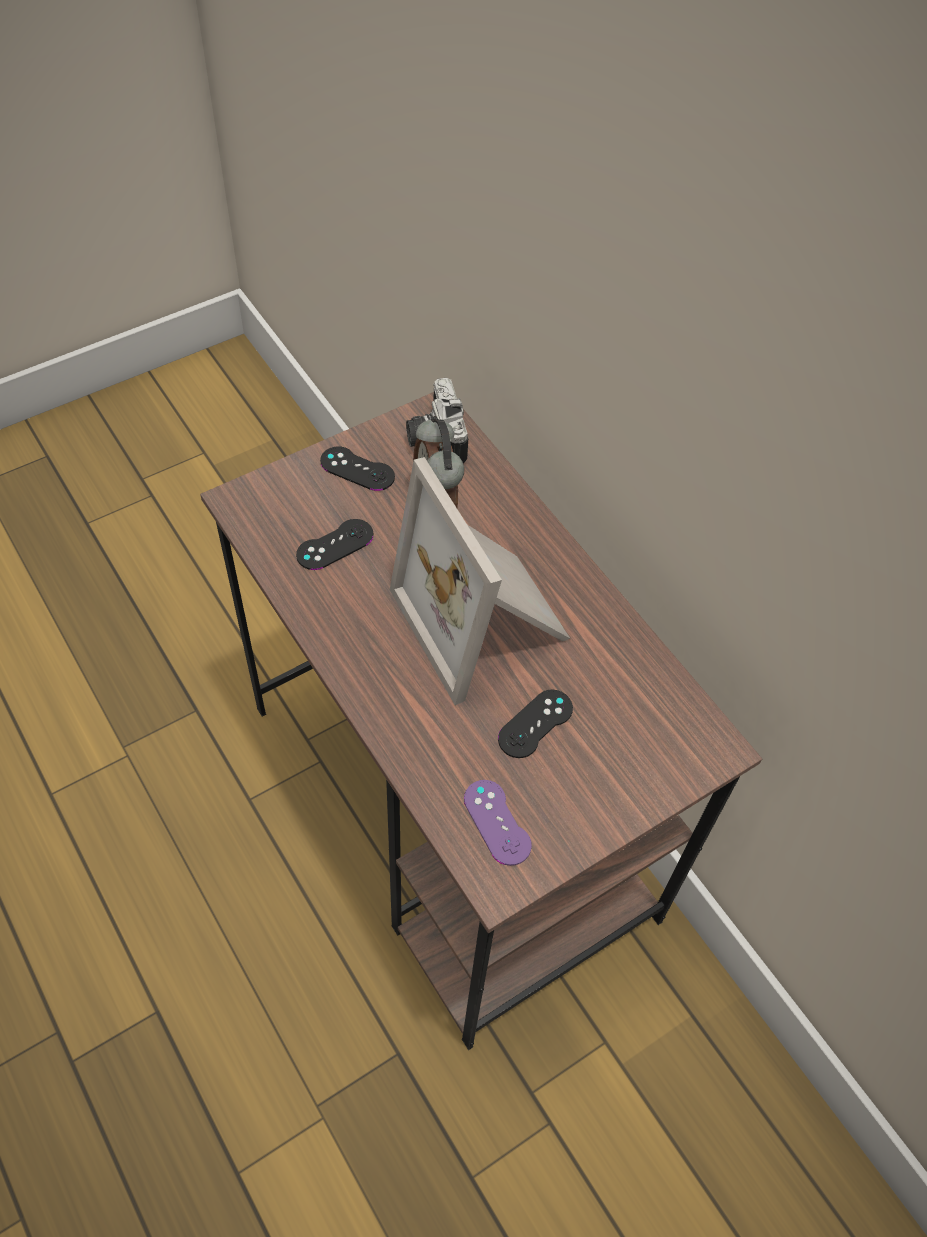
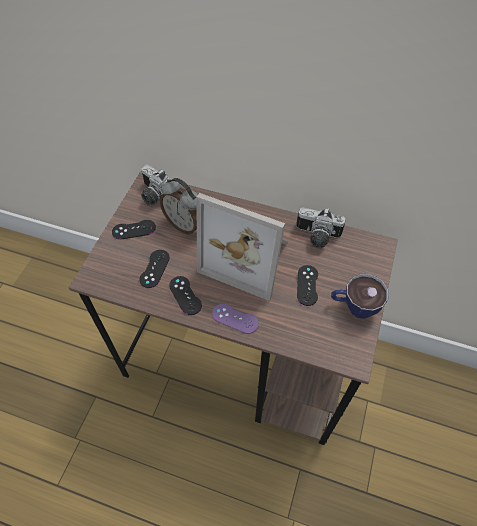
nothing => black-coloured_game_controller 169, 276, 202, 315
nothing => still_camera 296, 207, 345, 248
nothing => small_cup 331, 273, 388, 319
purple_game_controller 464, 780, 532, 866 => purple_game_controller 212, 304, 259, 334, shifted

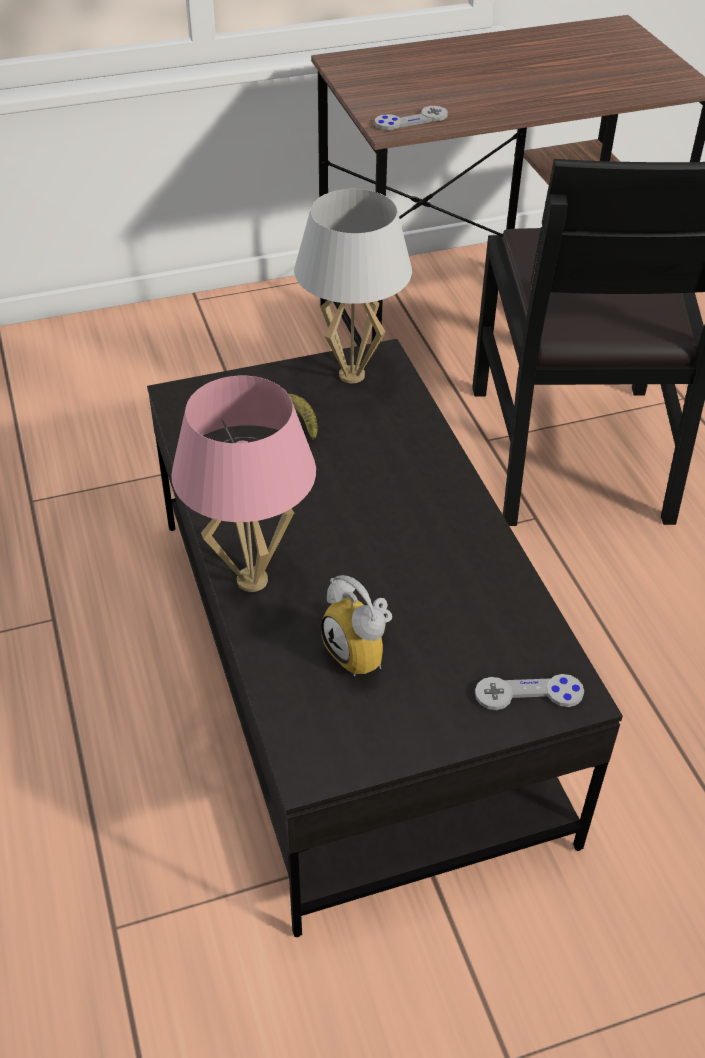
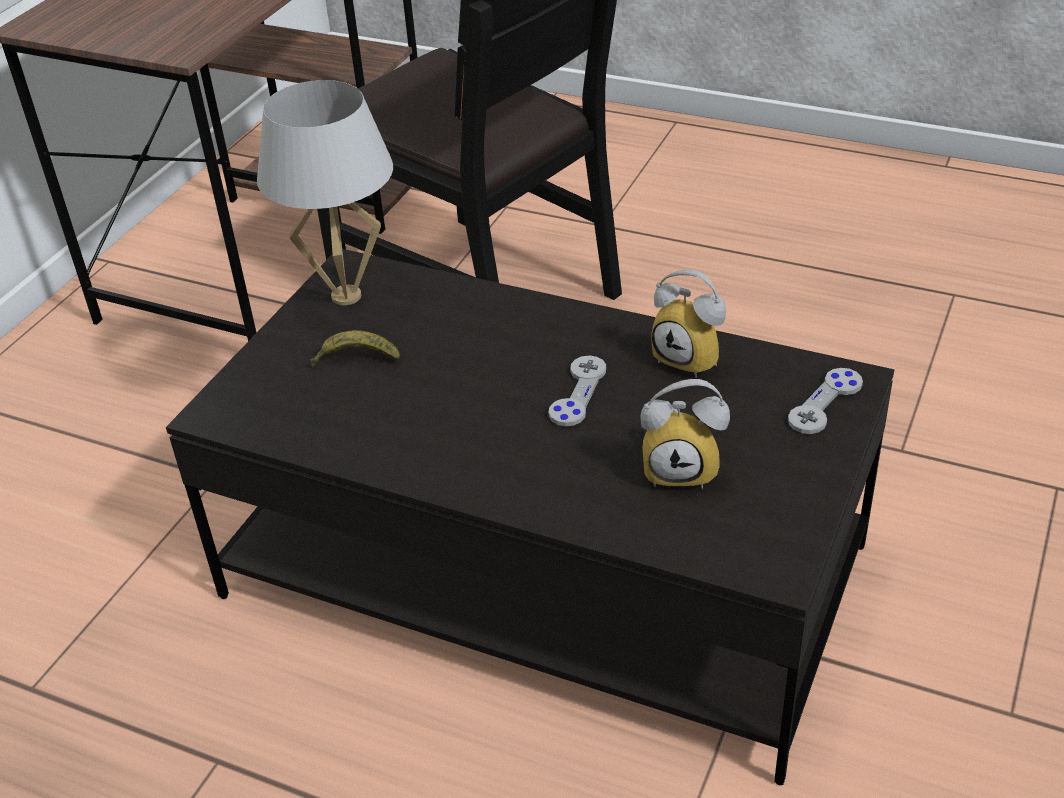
pink-coloured_tabletop_lamp 171, 376, 316, 592 => nothing
nothing => bedside_clock 651, 269, 726, 378
grey_game_controller 375, 106, 448, 130 => grey_game_controller 548, 355, 606, 427, shifted

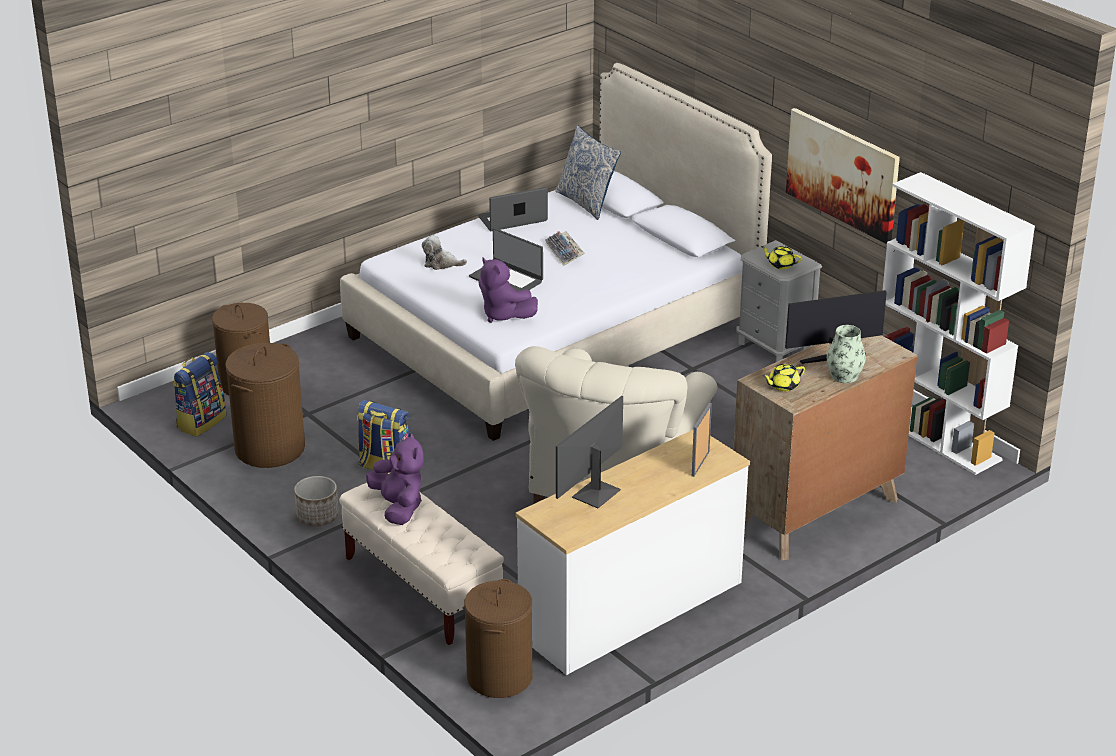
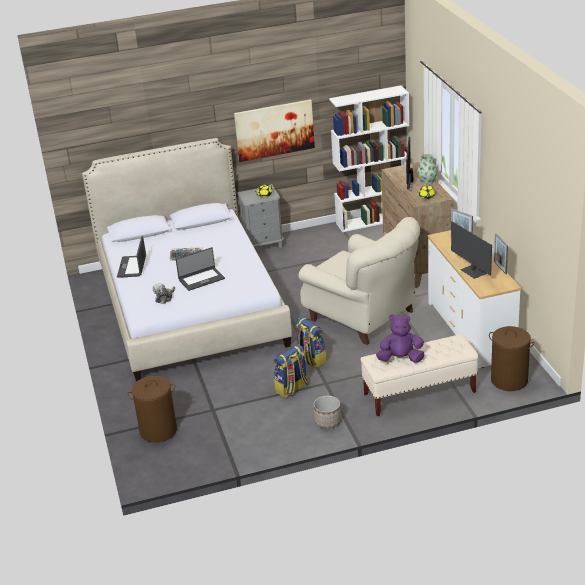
brown-coloured_laundry_basket 225, 343, 305, 468 => nothing
purple_cuddly_toy 478, 258, 538, 323 => nothing
throw_pillow 555, 125, 621, 220 => nothing
nothing => picture_frame 494, 233, 508, 274
rucksack 173, 352, 226, 437 => rucksack 295, 316, 327, 368, shifted

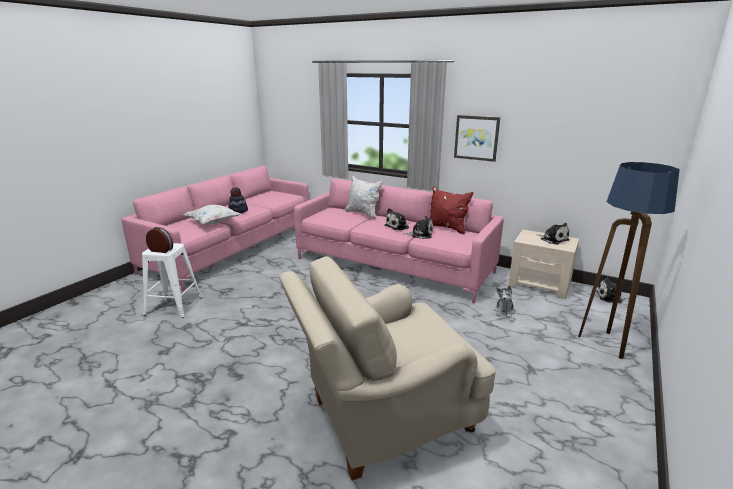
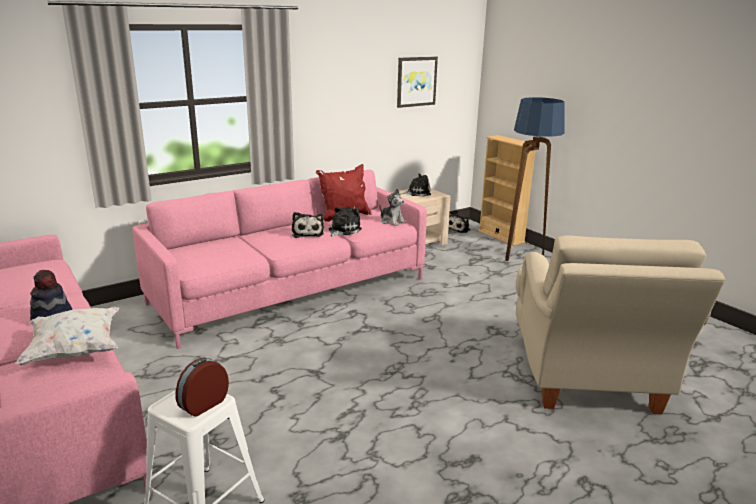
white-coloured_throw_pillow 345, 176, 383, 219 => nothing
nothing => sand-coloured_bookcase 478, 135, 535, 246
wall_picture 454, 115, 500, 162 => wall_picture 397, 57, 438, 108, shifted
cuddly_toy 494, 286, 515, 318 => cuddly_toy 379, 189, 406, 226, shifted

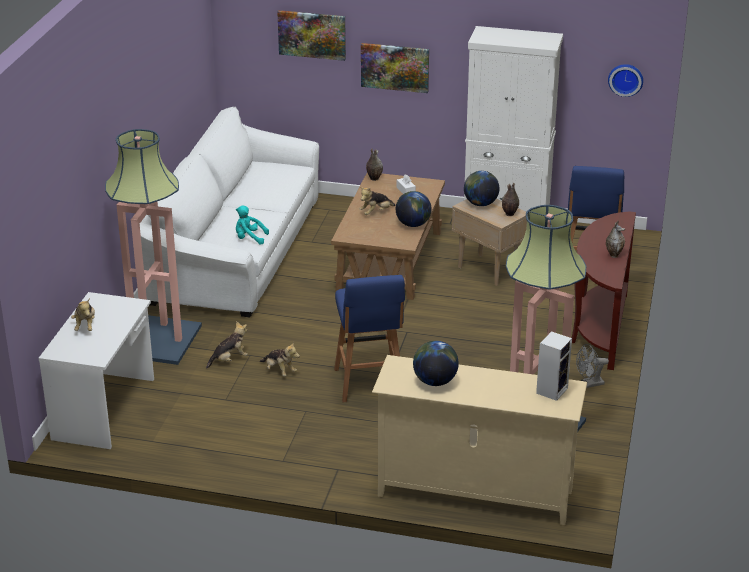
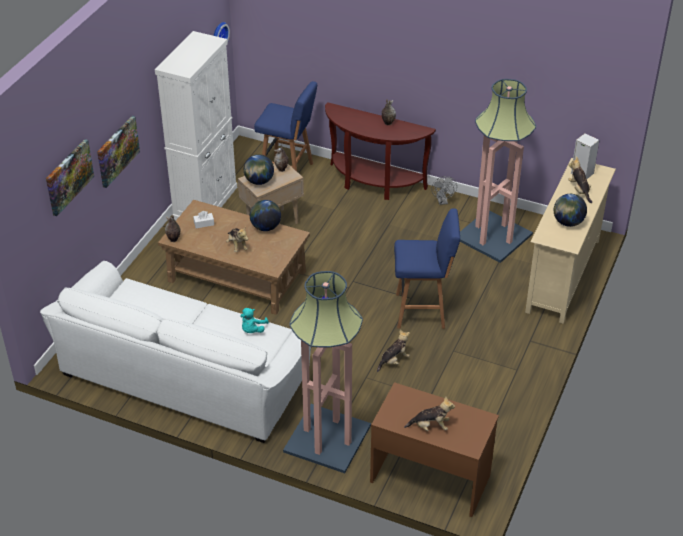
cuddly_toy 206, 321, 248, 369 => cuddly_toy 568, 157, 592, 203, shifted
white-coloured_desk 39, 292, 154, 449 => brown-coloured_desk 370, 382, 499, 517

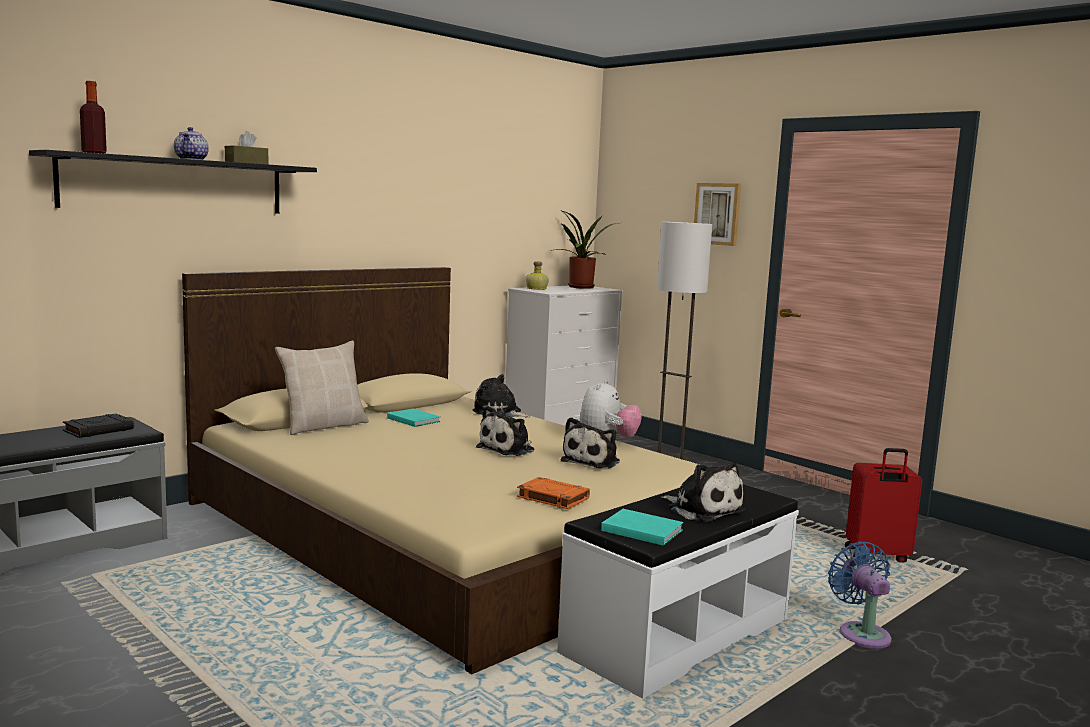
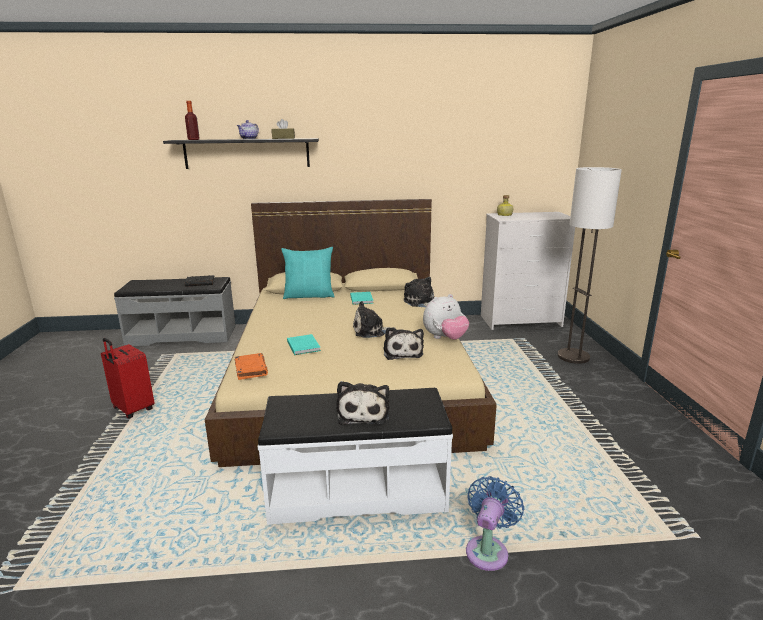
potted_plant 551, 210, 618, 289 => nothing
wall_picture 694, 183, 741, 246 => nothing
orange-coloured_bound_book 517, 477, 590, 509 => orange-coloured_bound_book 235, 353, 268, 380, shifted
blue-green_bound_book 601, 509, 683, 546 => blue-green_bound_book 287, 334, 321, 355, shifted
reddish_travel_case 845, 448, 922, 562 => reddish_travel_case 101, 338, 155, 419, shifted
sand-coloured_throw_pillow 275, 341, 369, 435 => blue-green_throw_pillow 281, 247, 335, 299
cuddly_toy 560, 417, 620, 468 => cuddly_toy 384, 327, 424, 360, 75 degrees counterclockwise

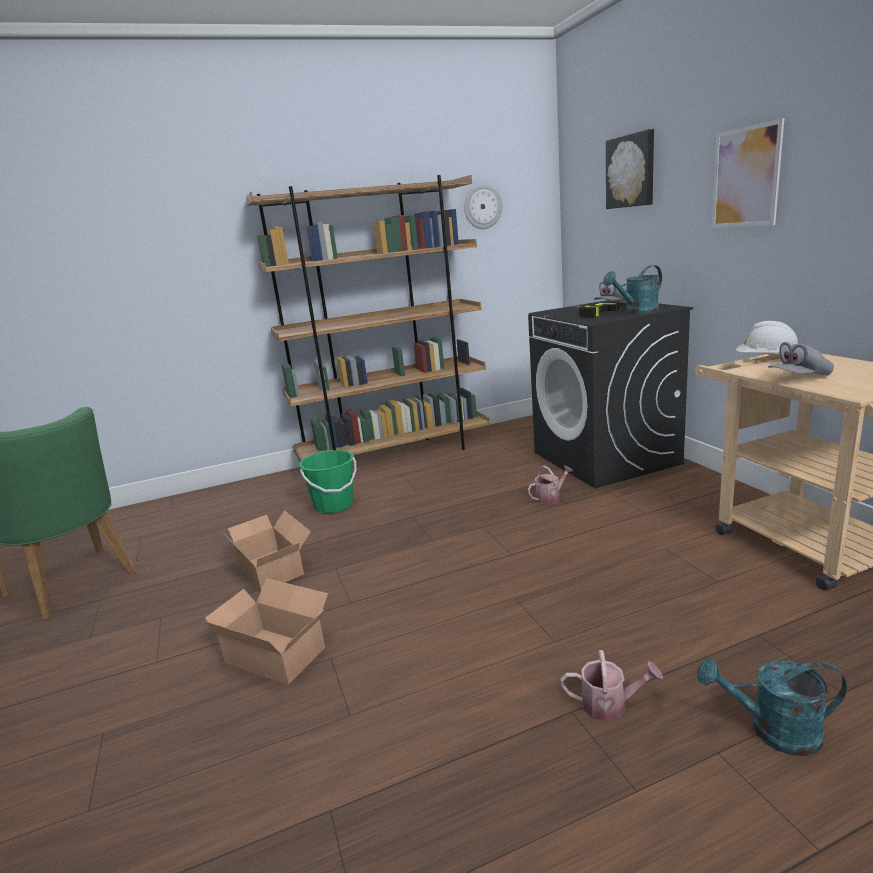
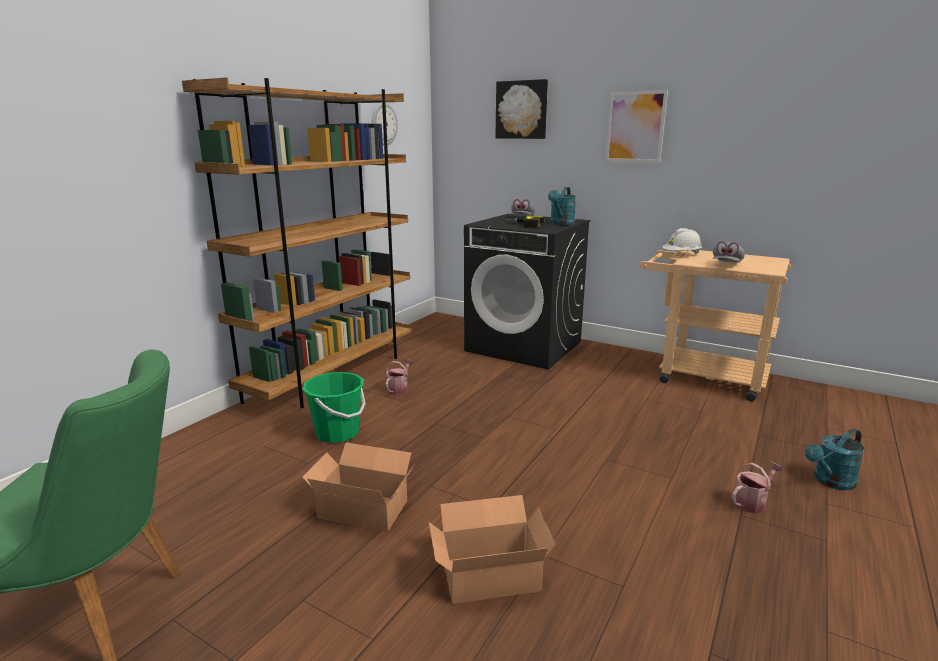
sprinkling_can 527, 466, 573, 504 => sprinkling_can 386, 359, 413, 395, shifted

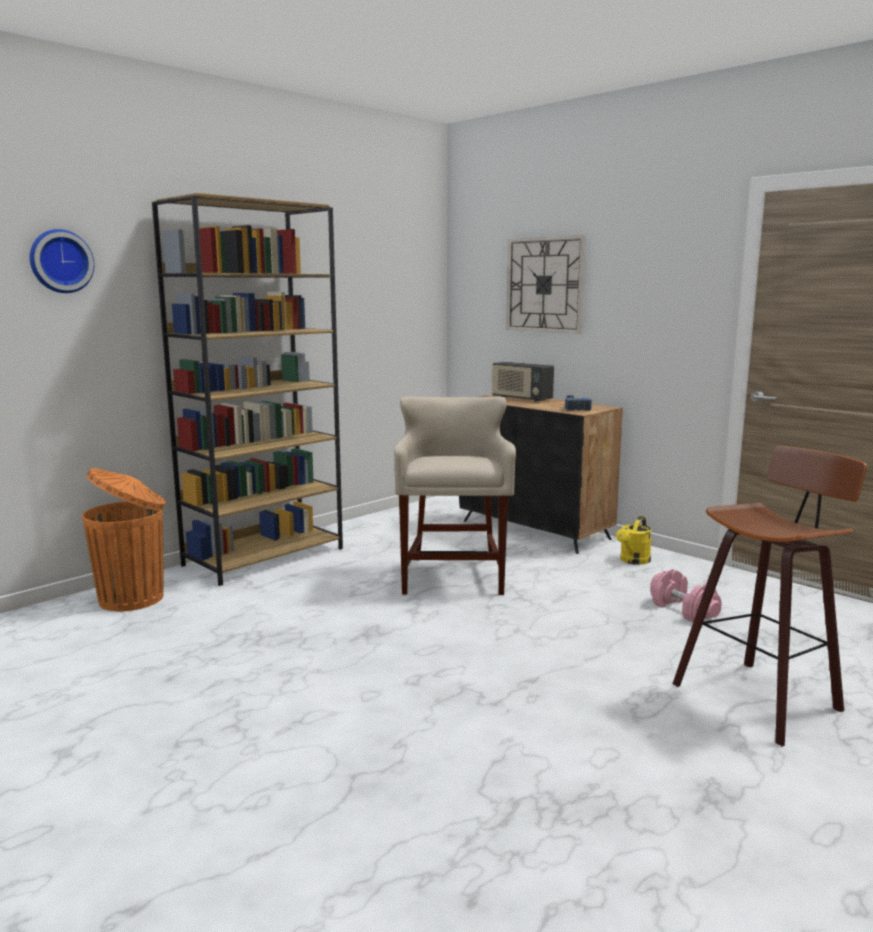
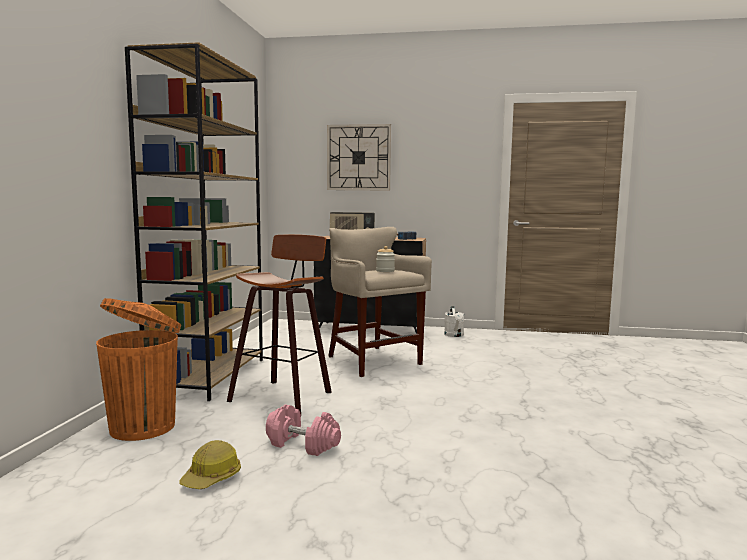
hanging_clock 30, 229, 94, 293 => nothing
nothing => work_helmet 179, 440, 241, 489
nothing => jar 376, 246, 395, 272
pink-coloured_hand_weight 650, 569, 722, 622 => pink-coloured_hand_weight 266, 404, 341, 456, shifted
stool 673, 446, 867, 747 => stool 227, 234, 332, 414, shifted
yellow-coloured_sprinkling_can 616, 516, 652, 565 => white-coloured_sprinkling_can 444, 306, 464, 337

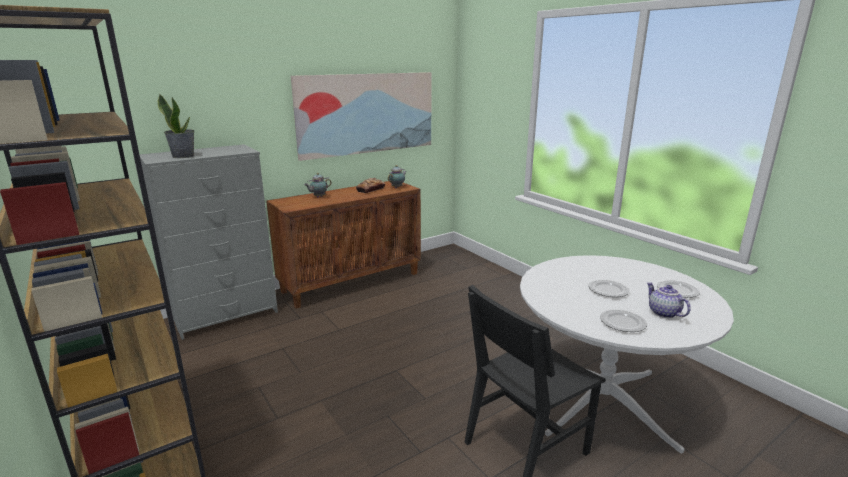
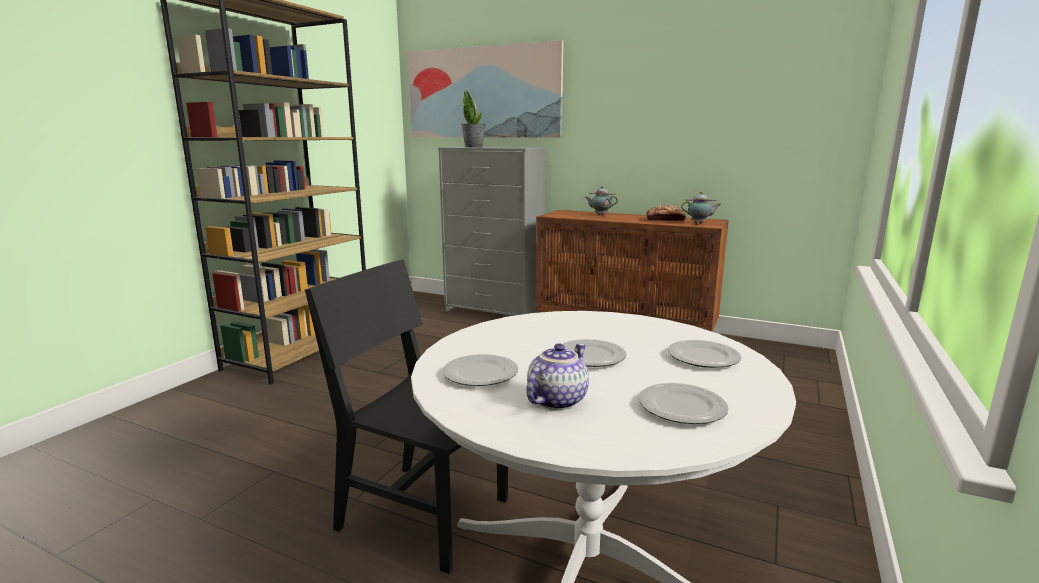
nothing => dinner_plate 668, 340, 742, 368
wall_picture 291, 72, 432, 161 => wall_picture 408, 40, 564, 138, shifted

